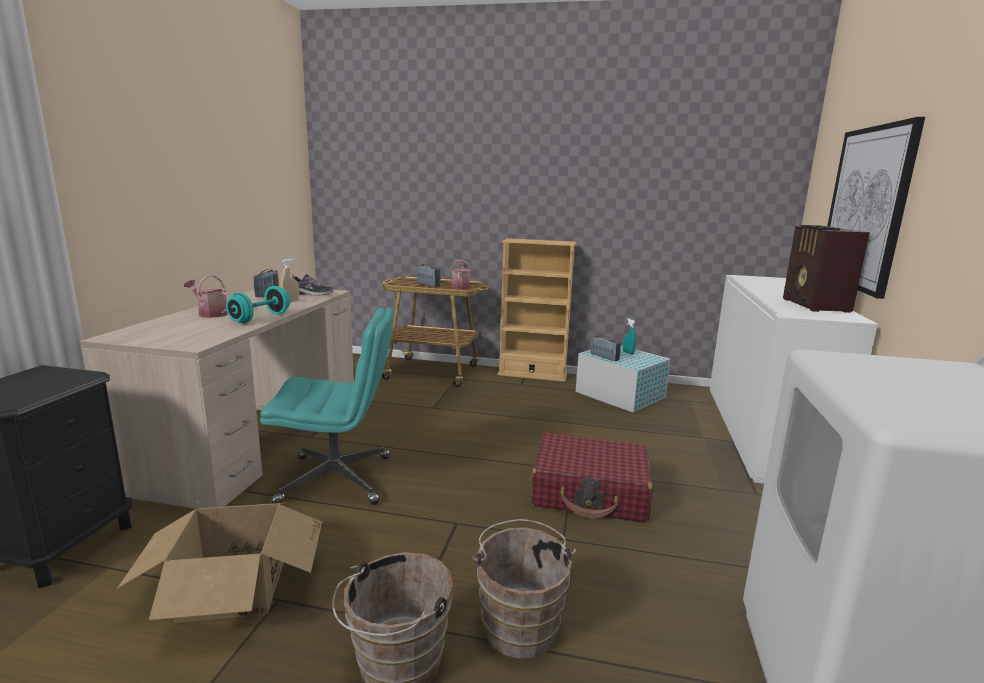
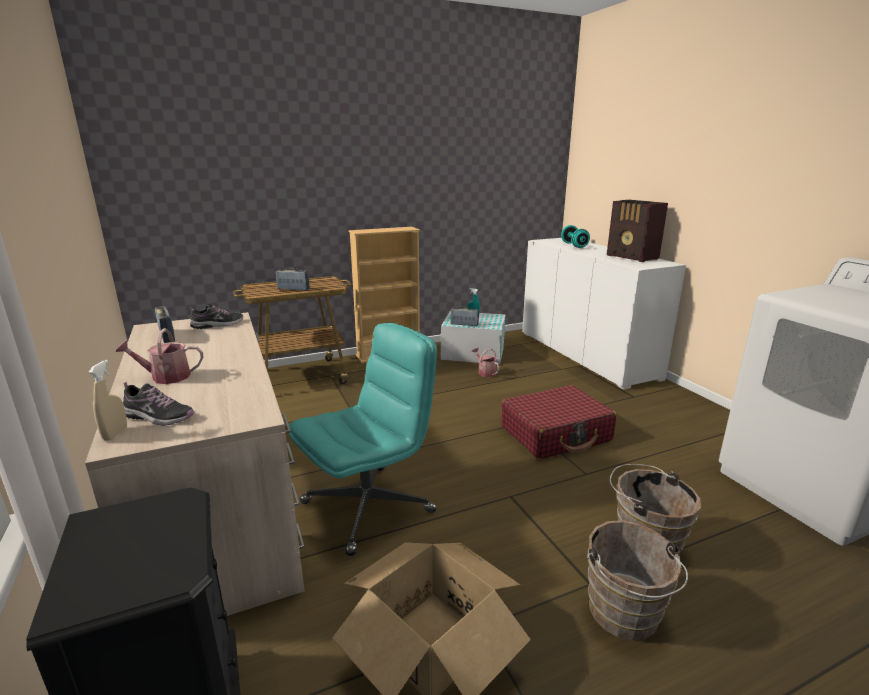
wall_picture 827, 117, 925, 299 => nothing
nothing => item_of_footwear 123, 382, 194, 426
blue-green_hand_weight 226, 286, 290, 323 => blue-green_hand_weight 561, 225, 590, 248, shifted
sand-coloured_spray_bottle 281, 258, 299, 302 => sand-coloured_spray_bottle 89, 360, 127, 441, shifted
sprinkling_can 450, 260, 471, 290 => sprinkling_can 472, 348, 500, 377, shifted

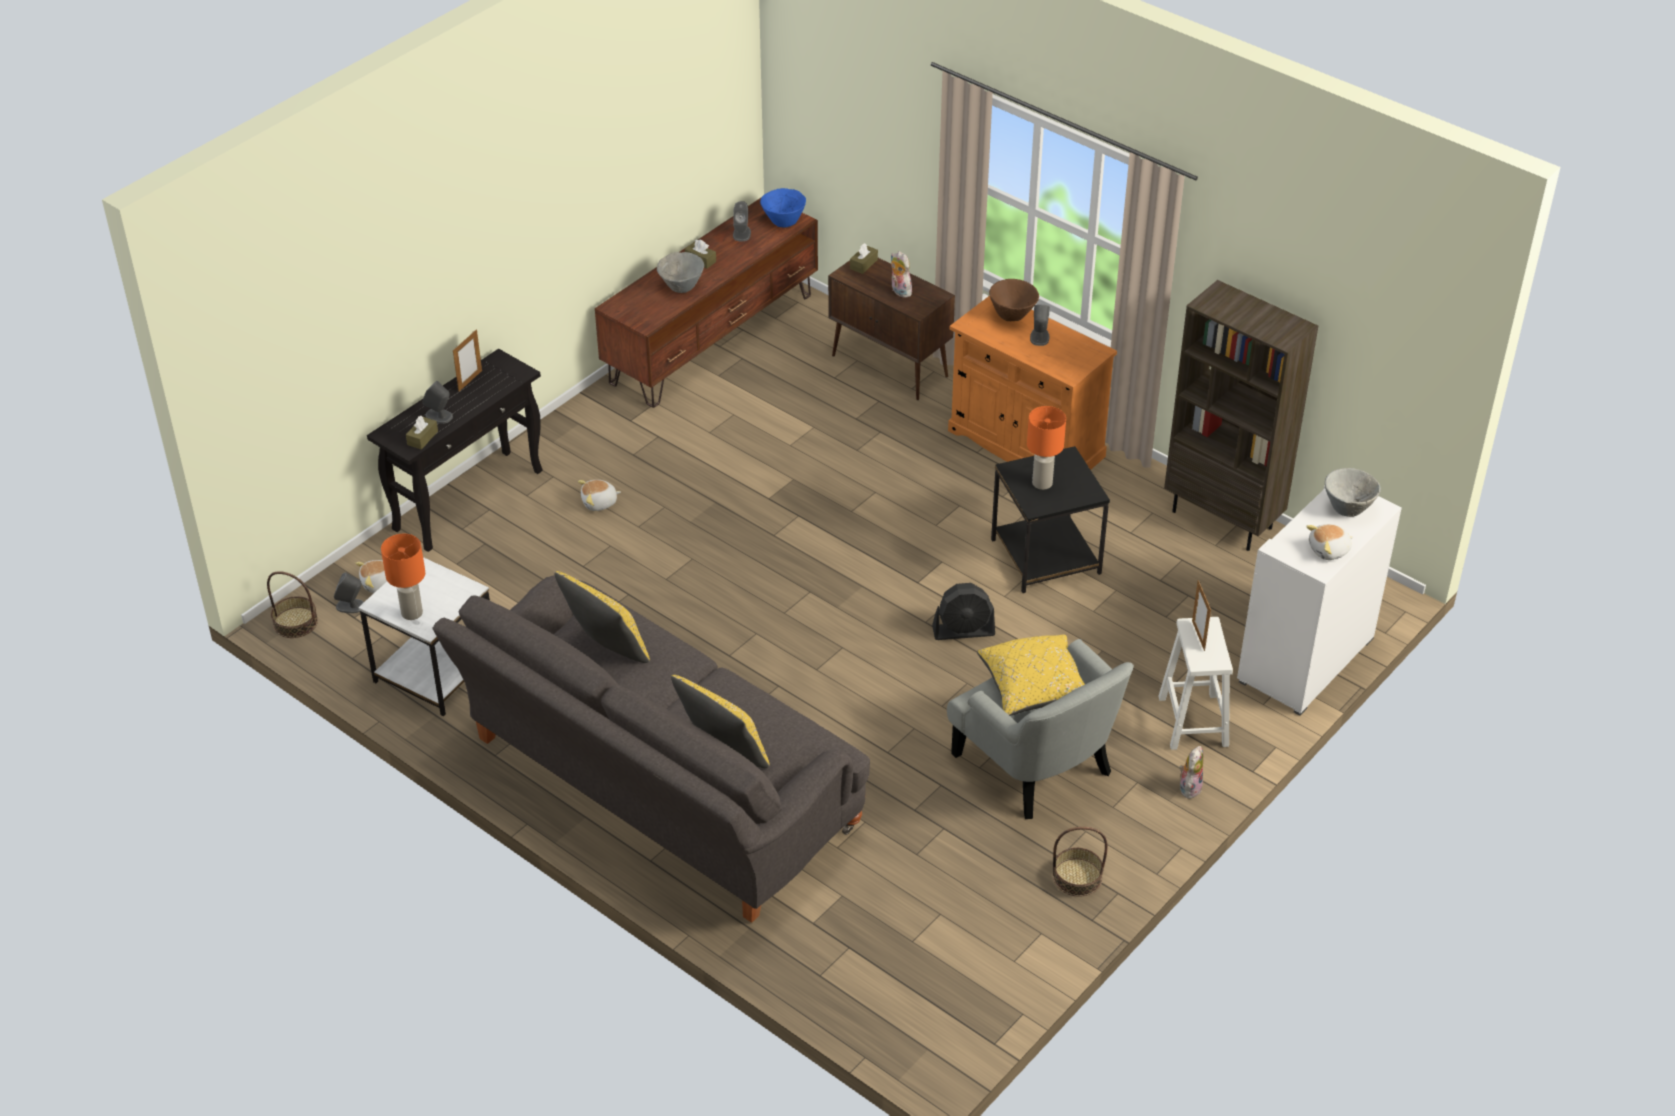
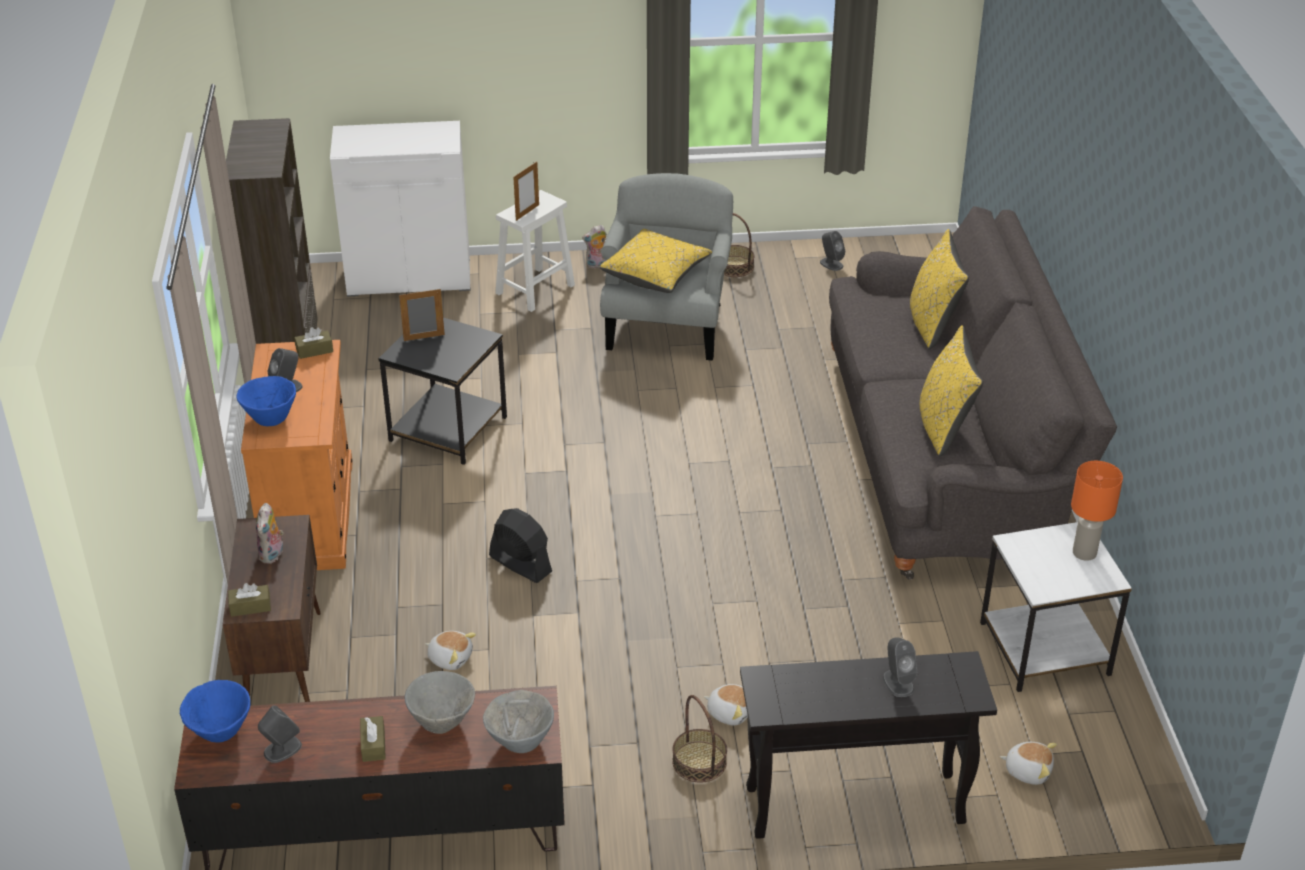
orange-coloured_tabletop_lamp 1027, 406, 1066, 490 => nothing
basket 267, 571, 318, 638 => basket 672, 695, 727, 783, shifted
grey_speaker 334, 572, 364, 613 => grey_speaker 820, 231, 845, 271, shifted
brown-coloured_box_of_tissues 406, 416, 438, 450 => brown-coloured_box_of_tissues 294, 327, 333, 359, shifted
picture_frame 453, 329, 482, 392 => picture_frame 399, 289, 445, 341, shifted
black-coloured_cooling_fan 932, 583, 995, 640 => black-coloured_cooling_fan 489, 508, 552, 583, shifted
cuddly_toy 1306, 524, 1353, 560 => cuddly_toy 425, 631, 476, 670, shifted
grey_serving_bowl 1325, 468, 1381, 517 => grey_serving_bowl 483, 690, 554, 753, shifted
brown-coloured_serving_bowl 989, 279, 1039, 321 => blue-coloured_serving_bowl 236, 376, 296, 426

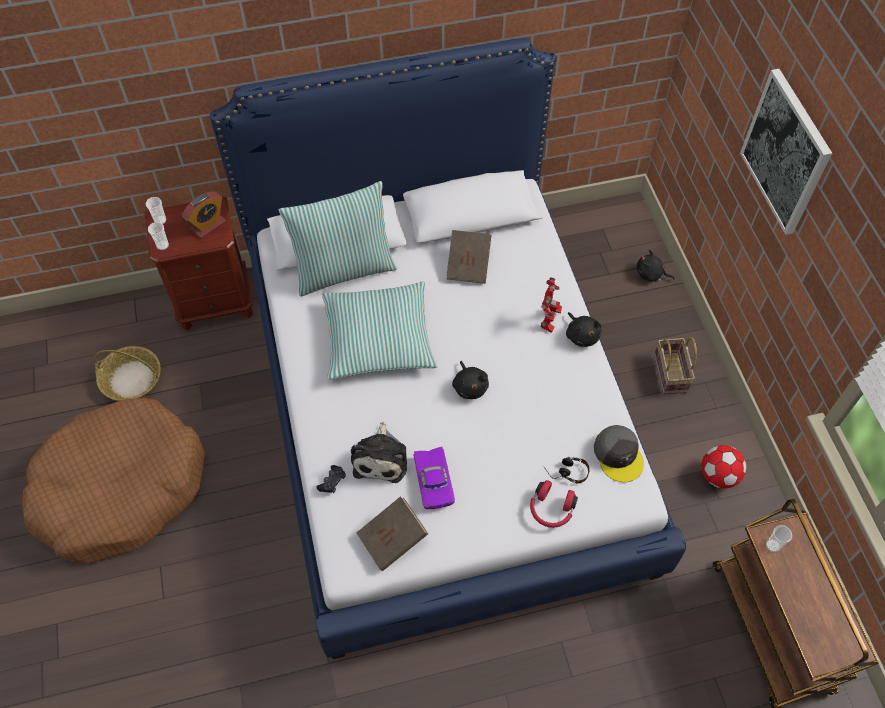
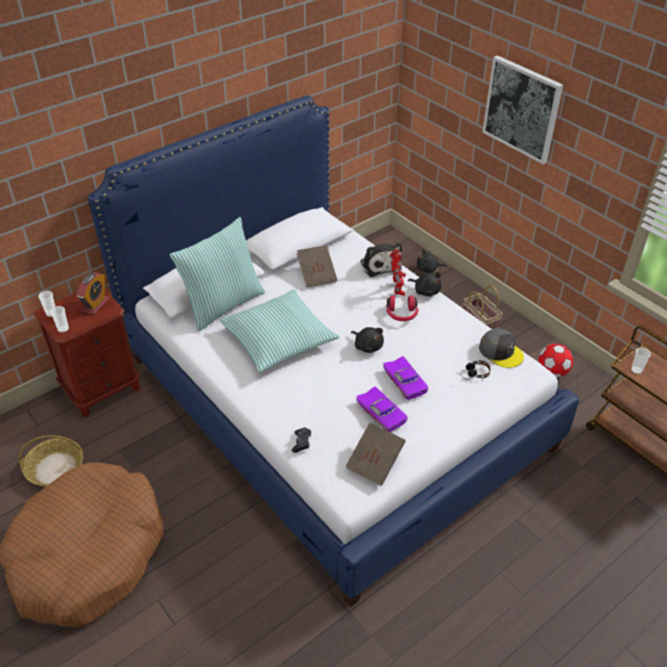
nothing => purple_toy_car 383, 356, 429, 400
cuddly_toy 351, 422, 407, 483 => cuddly_toy 360, 243, 402, 277, shifted
reddish_headset 530, 480, 578, 528 => reddish_headset 386, 295, 418, 321, shifted

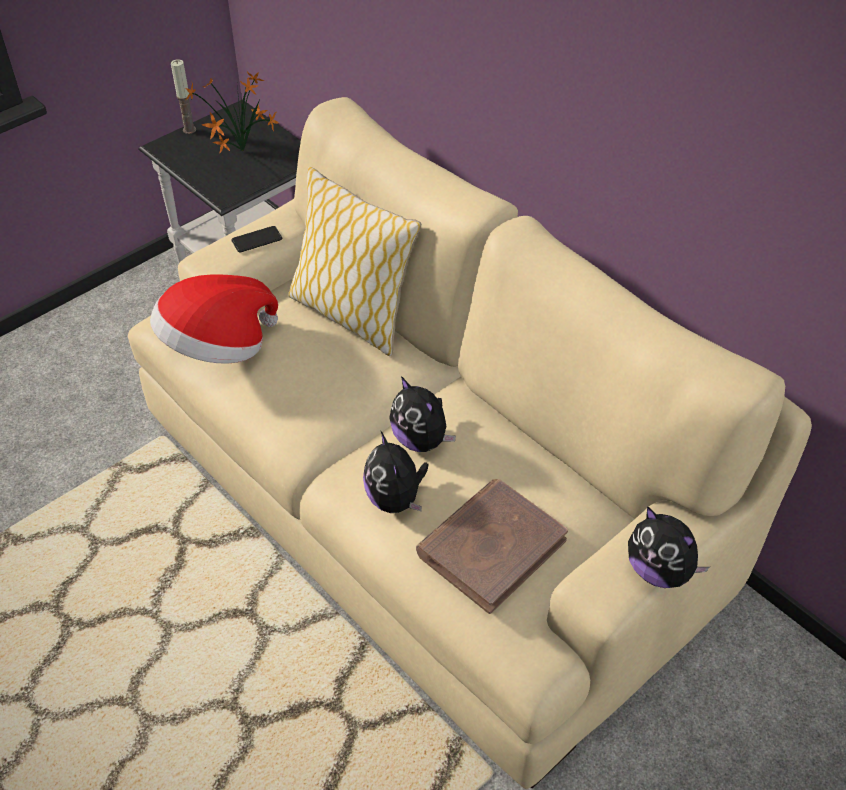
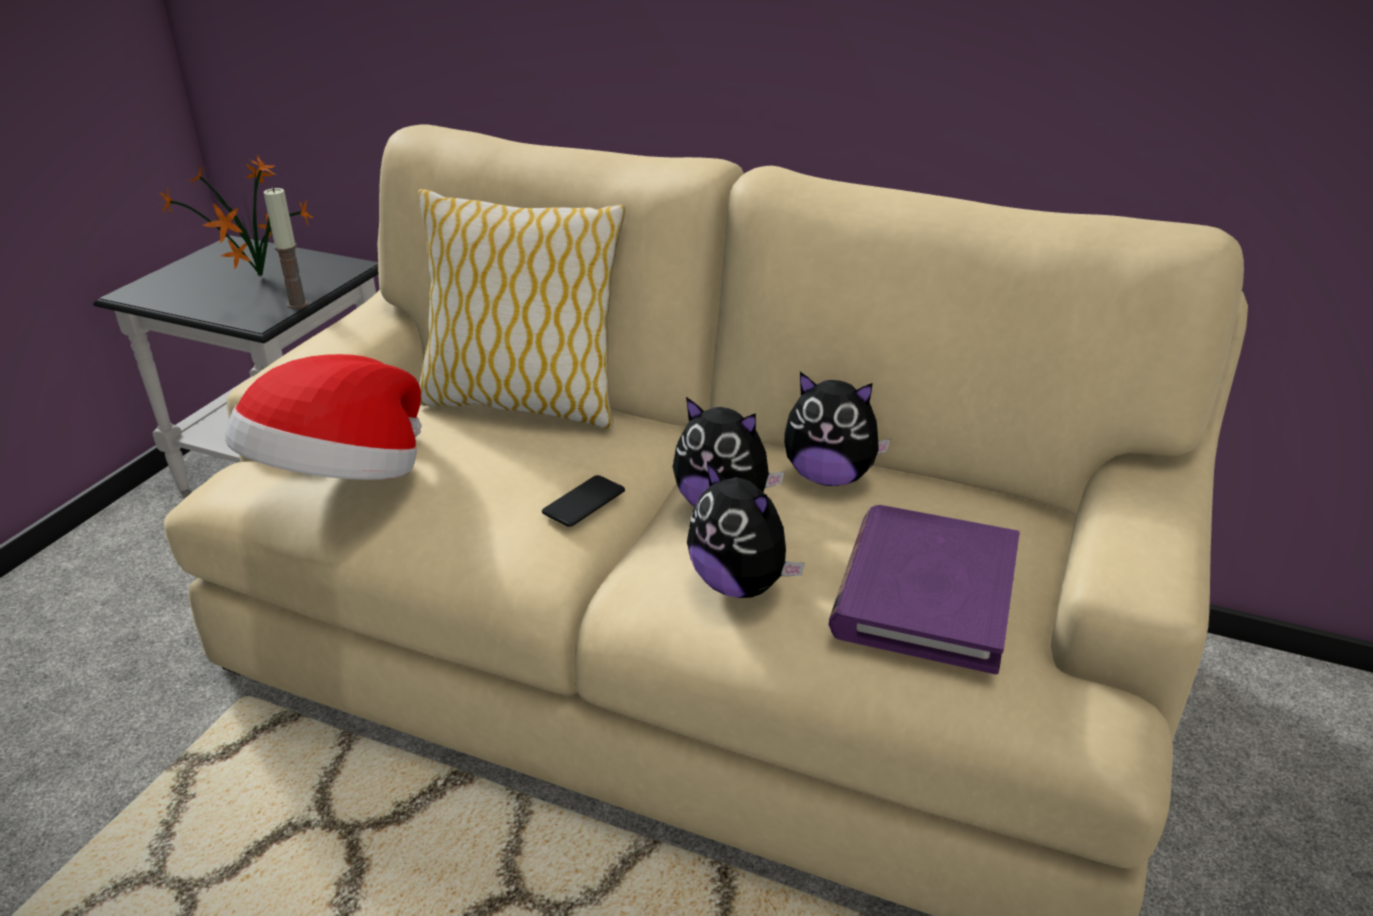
wax_candle 171, 59, 196, 134 => wax_candle 264, 187, 308, 309, shifted
handset 231, 226, 282, 252 => handset 542, 475, 625, 527, shifted
cuddly_toy 628, 506, 710, 588 => cuddly_toy 784, 372, 891, 486, shifted
brown-coloured_bound_book 416, 479, 568, 614 => purple_bound_book 828, 505, 1020, 674

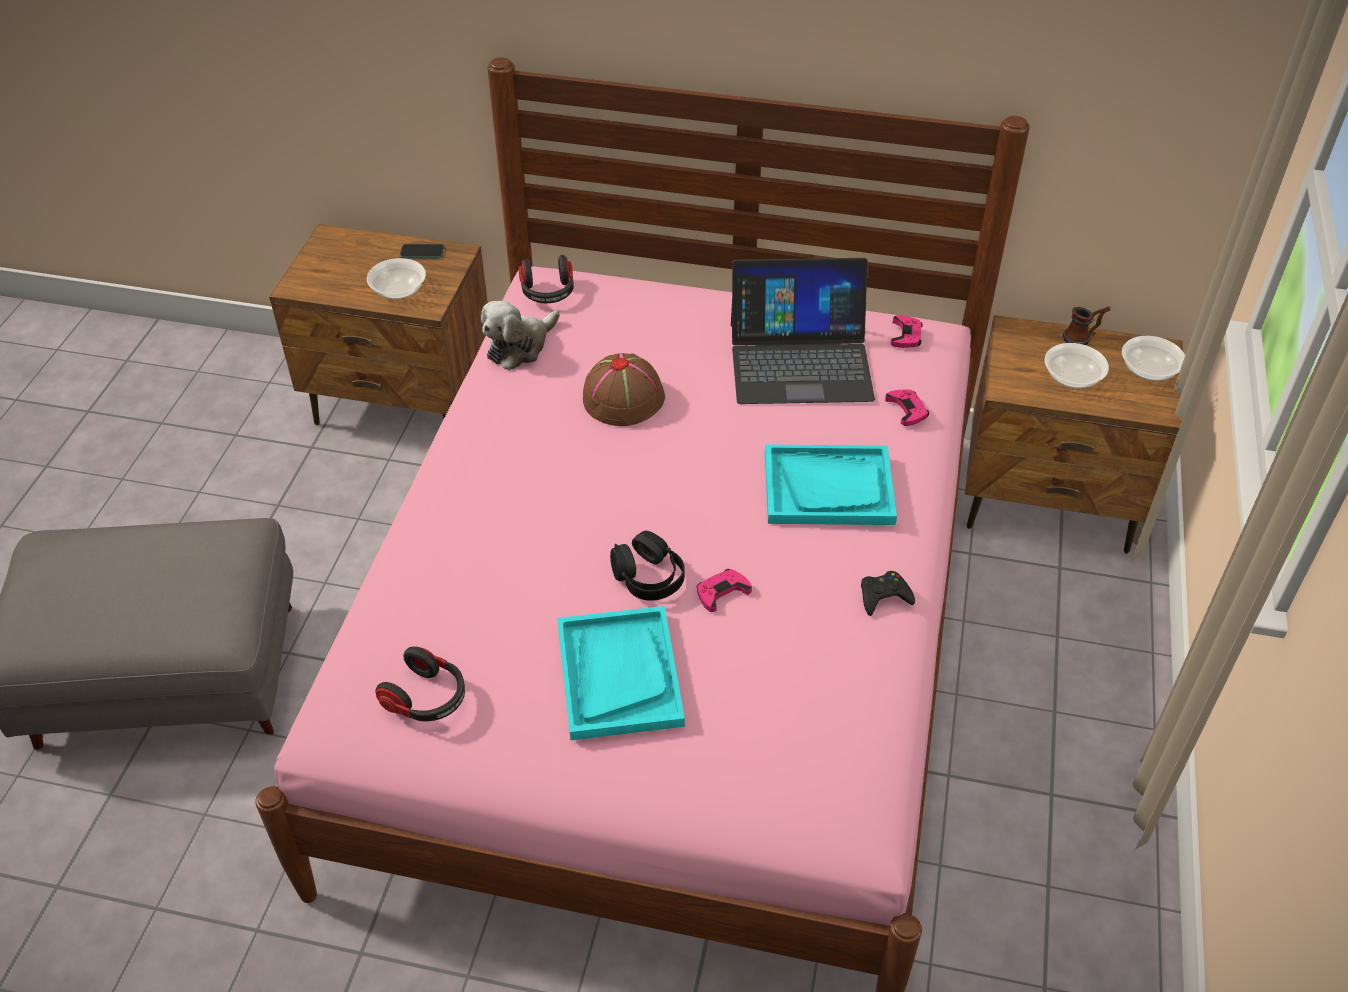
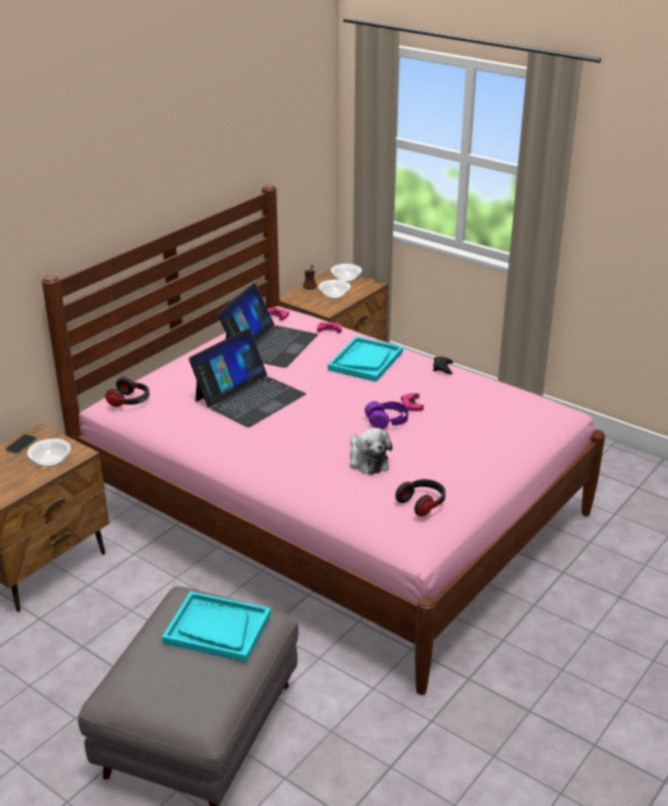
cuddly_toy 481, 301, 560, 370 => cuddly_toy 350, 428, 392, 475, shifted
blue-green_carrying_tray 557, 606, 685, 740 => blue-green_carrying_tray 162, 591, 271, 662, shifted
brown-coloured_clothing_hat 583, 353, 665, 426 => portable_computer 189, 328, 306, 427
black-coloured_headset 610, 530, 685, 601 => purple_headset 365, 401, 408, 429

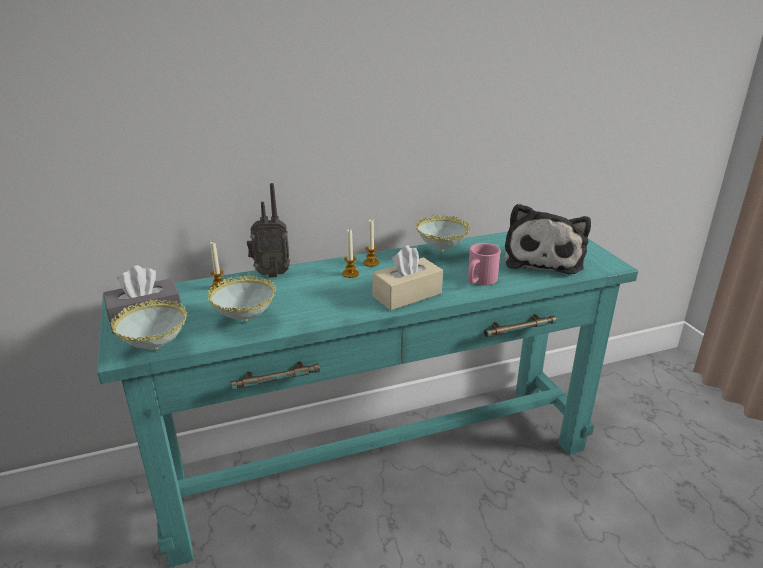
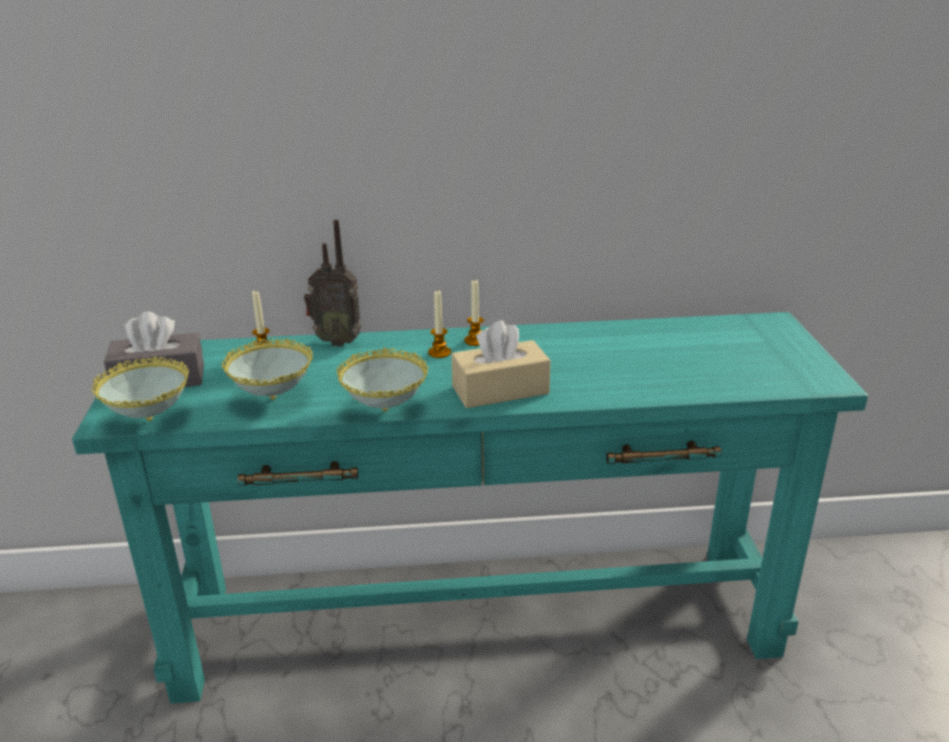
pink-coloured_mug 468, 243, 501, 285 => nothing
cuddly_toy 504, 204, 591, 274 => nothing
serving_bowl 416, 215, 471, 253 => serving_bowl 336, 347, 428, 412, shifted

